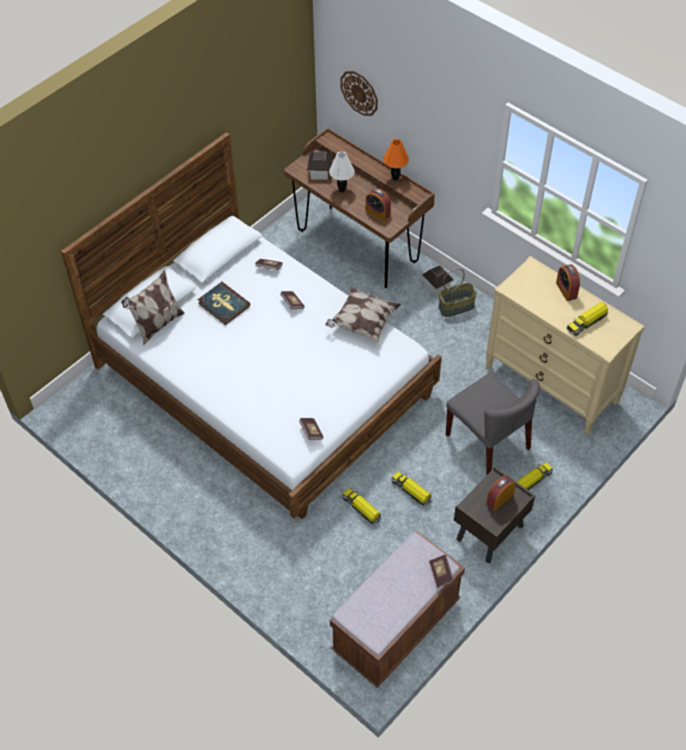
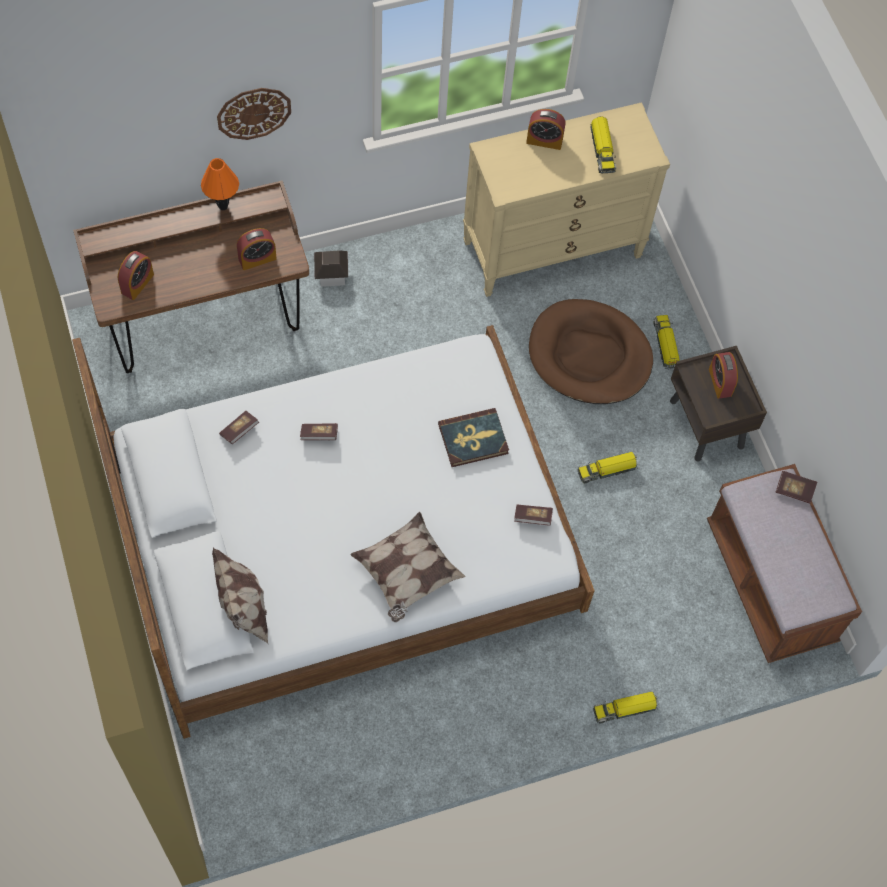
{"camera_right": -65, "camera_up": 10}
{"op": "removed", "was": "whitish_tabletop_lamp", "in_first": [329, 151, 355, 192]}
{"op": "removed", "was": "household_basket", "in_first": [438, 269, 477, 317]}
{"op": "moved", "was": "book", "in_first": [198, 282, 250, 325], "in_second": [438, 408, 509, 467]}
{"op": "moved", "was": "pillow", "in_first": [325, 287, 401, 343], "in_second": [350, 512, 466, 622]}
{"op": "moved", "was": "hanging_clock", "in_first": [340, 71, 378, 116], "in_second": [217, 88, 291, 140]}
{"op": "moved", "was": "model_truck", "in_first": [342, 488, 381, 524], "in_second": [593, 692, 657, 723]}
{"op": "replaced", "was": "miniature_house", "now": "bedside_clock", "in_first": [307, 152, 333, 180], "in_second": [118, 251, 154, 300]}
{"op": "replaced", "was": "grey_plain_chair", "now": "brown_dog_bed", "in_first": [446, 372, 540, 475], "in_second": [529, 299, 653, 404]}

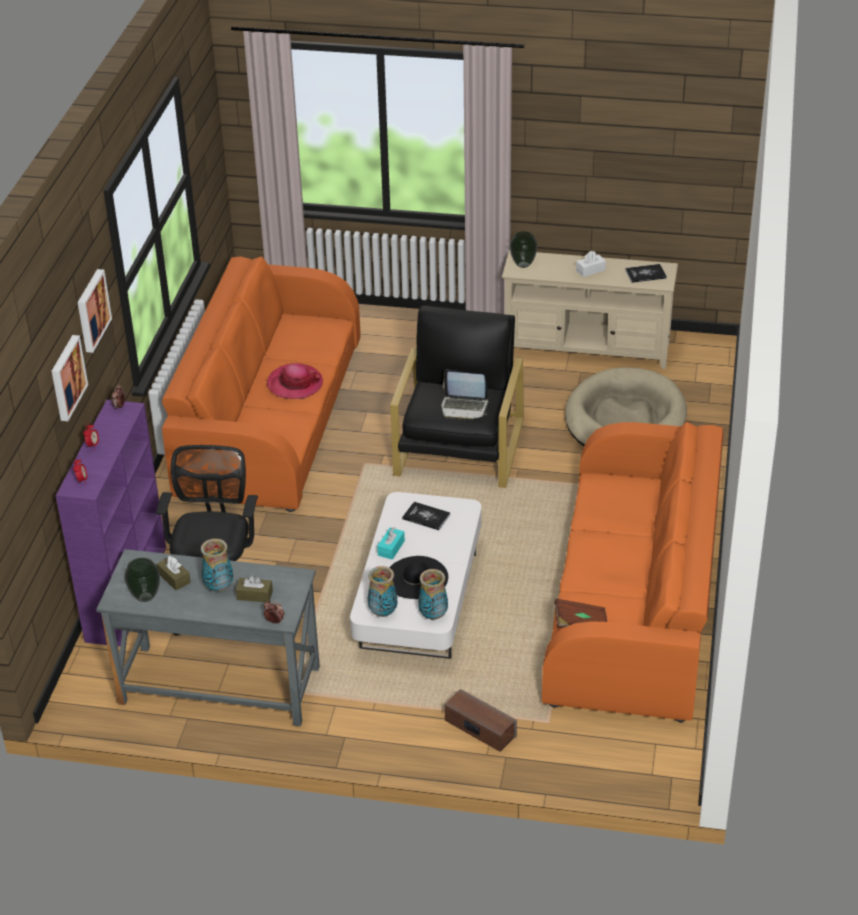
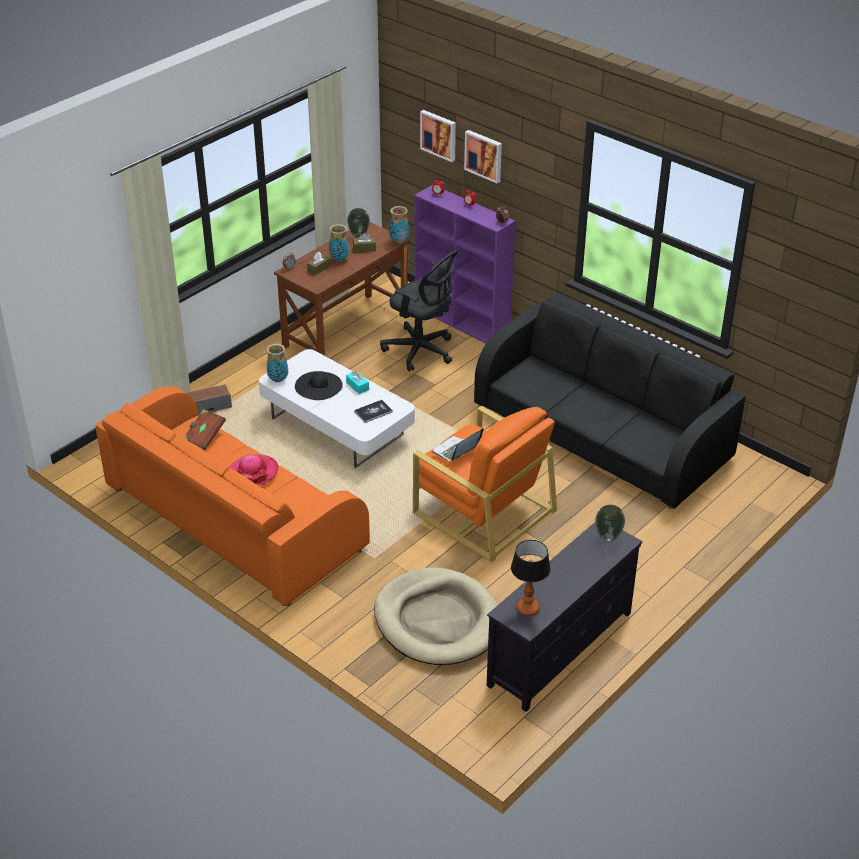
{"camera_right": 120, "camera_up": 0}
{"op": "removed", "was": "whitish_box_of_tissues", "in_first": [576, 251, 606, 277]}
{"op": "moved", "was": "wall_art", "in_first": [78, 269, 112, 353], "in_second": [420, 110, 456, 162]}
{"op": "moved", "was": "clothing_hat", "in_first": [267, 363, 323, 399], "in_second": [229, 454, 279, 485]}
{"op": "moved", "was": "flower_vase", "in_first": [368, 566, 397, 617], "in_second": [389, 206, 409, 243]}
{"op": "replaced", "was": "book", "now": "tabletop_lamp", "in_first": [625, 264, 667, 283], "in_second": [511, 540, 551, 616]}
{"op": "recoloured", "was": "grey_desk_table", "now": "brown_desk_table", "in_first": [96, 549, 320, 726], "in_second": [274, 222, 410, 356]}
{"op": "recoloured", "was": "orange_sofa", "now": "black_sofa", "in_first": [162, 256, 361, 512], "in_second": [474, 293, 746, 509]}
{"op": "recoloured", "was": "black_armchair", "now": "orange_armchair", "in_first": [390, 306, 524, 488], "in_second": [413, 406, 557, 562]}
{"op": "recoloured", "was": "sand-coloured_media_console", "now": "black_media_console", "in_first": [502, 250, 678, 369], "in_second": [487, 522, 642, 712]}

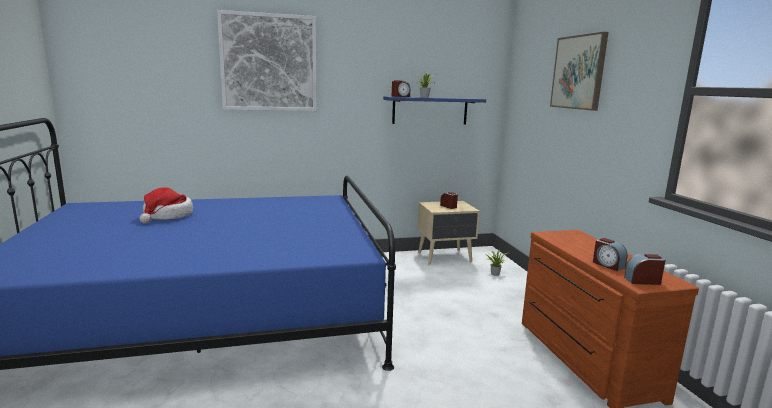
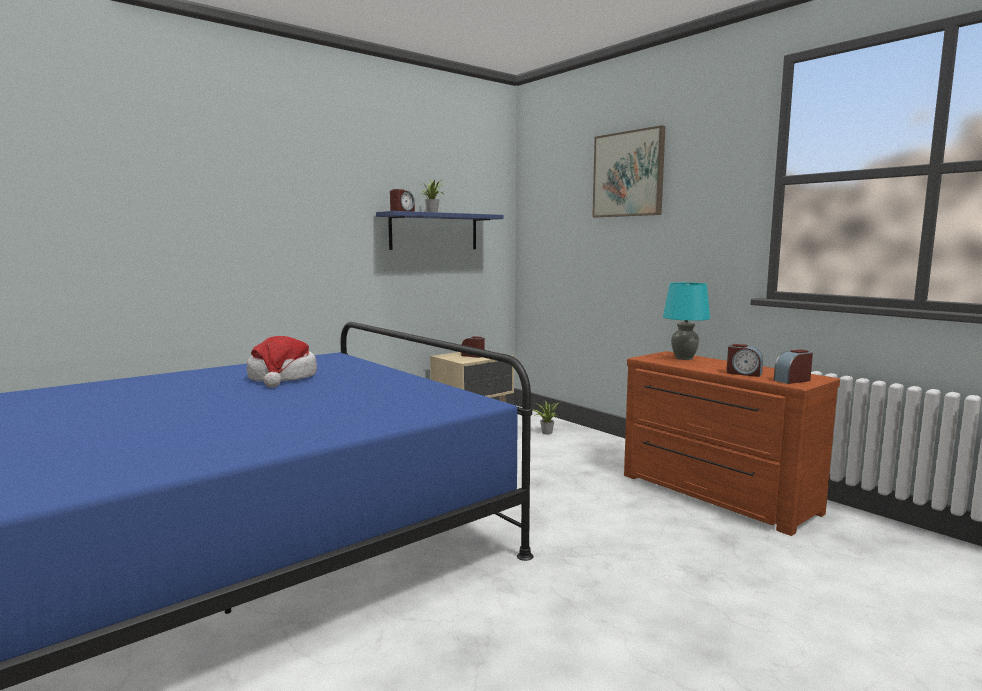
{"camera_right": -25, "camera_up": -5}
{"op": "removed", "was": "wall_art", "in_first": [217, 10, 317, 111]}
{"op": "added", "now": "turquoise_tabletop_lamp", "in_second": [663, 282, 710, 360]}
{"op": "moved", "was": "clothing_hat", "in_first": [139, 187, 193, 224], "in_second": [247, 336, 317, 388]}

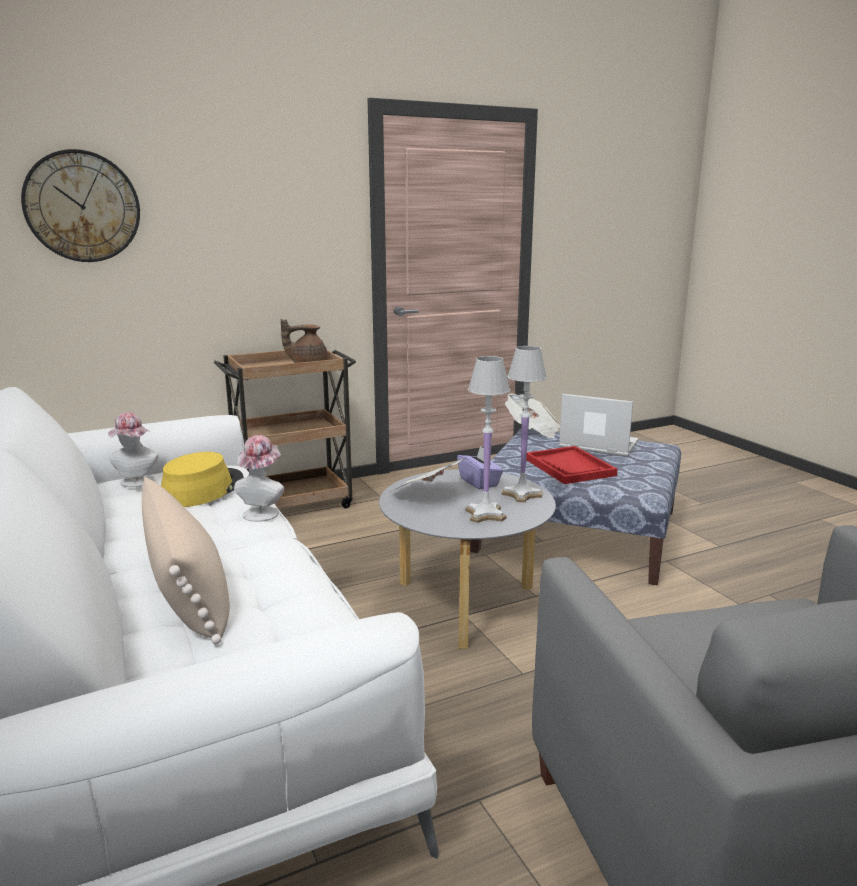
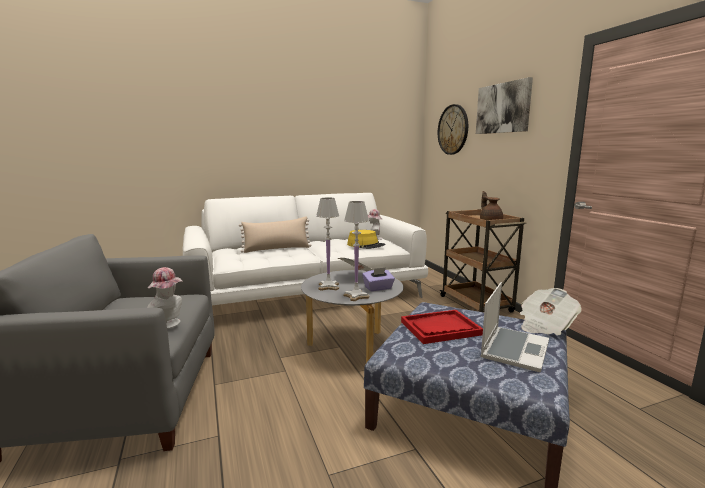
{"camera_right": 95, "camera_up": -5}
{"op": "added", "now": "wall_art", "in_second": [476, 77, 533, 134]}
{"op": "moved", "was": "clothing_hat", "in_first": [234, 435, 284, 522], "in_second": [147, 267, 183, 329]}

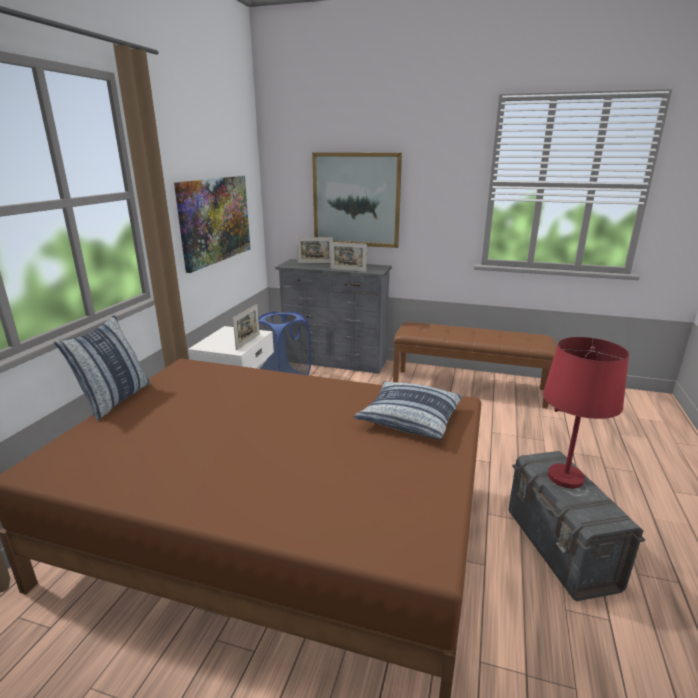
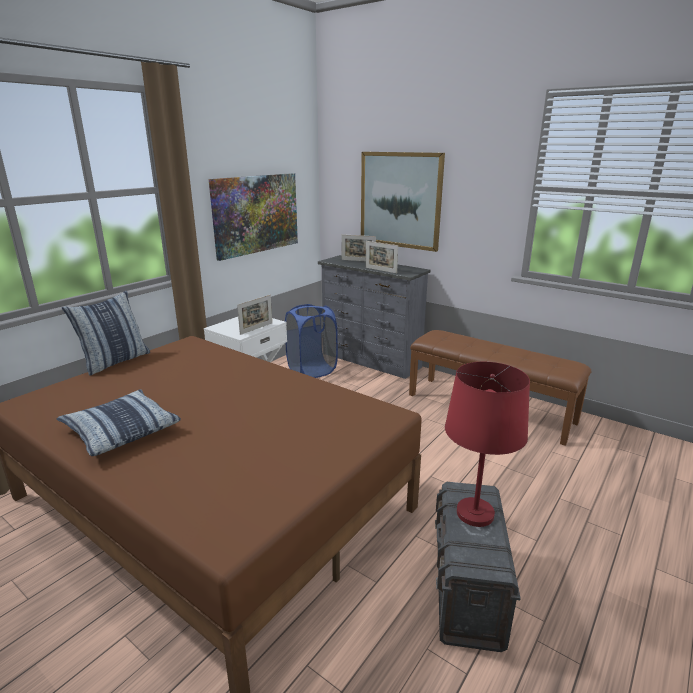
{"camera_right": 20, "camera_up": 0}
{"op": "moved", "was": "pillow", "in_first": [353, 381, 462, 439], "in_second": [57, 389, 181, 456]}

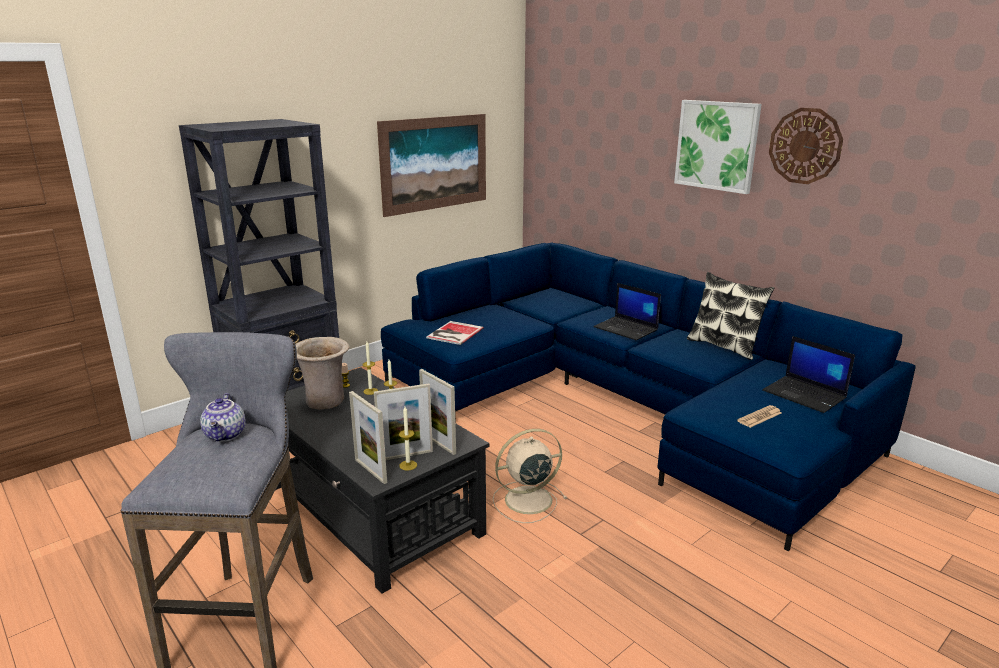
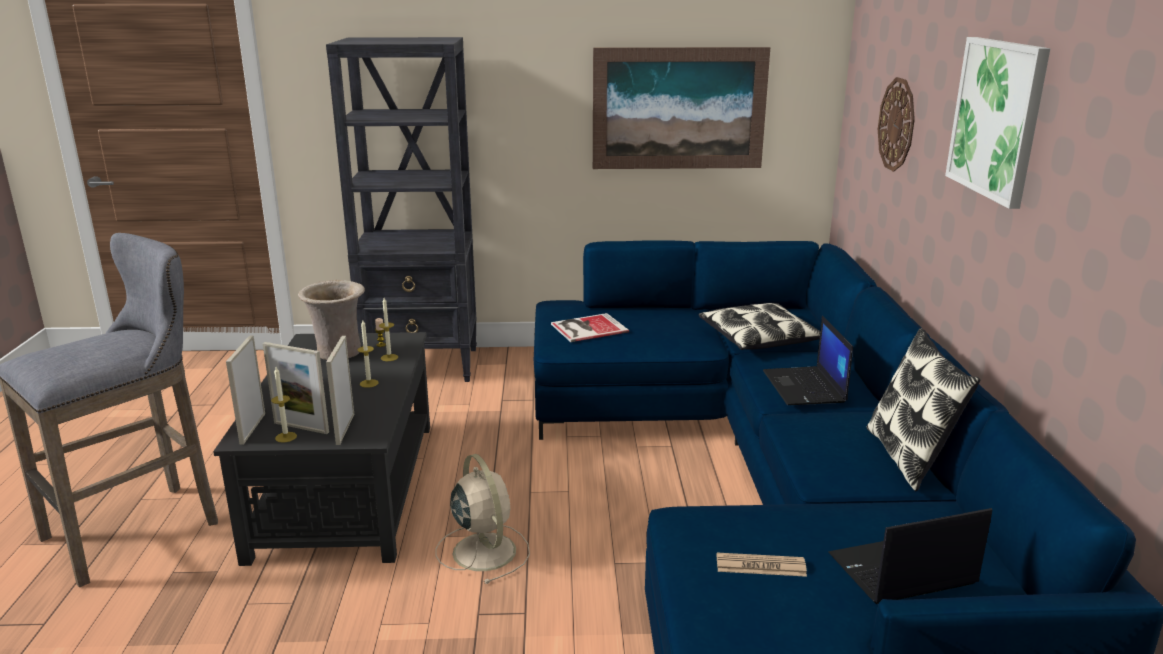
{"camera_right": 40, "camera_up": 0}
{"op": "removed", "was": "pot_for_tea", "in_first": [200, 393, 245, 442]}
{"op": "added", "now": "pillow", "in_second": [698, 303, 820, 350]}
{"op": "moved", "was": "hanging_clock", "in_first": [769, 108, 843, 184], "in_second": [878, 77, 915, 172]}
{"op": "turned", "was": "sand-coloured_electric_fan", "in_first": [493, 429, 568, 523], "in_second": [436, 454, 530, 584], "clockwise": 45}
{"op": "turned", "was": "notebook_computer", "in_first": [762, 336, 855, 413], "in_second": [828, 508, 992, 604], "clockwise": 75}

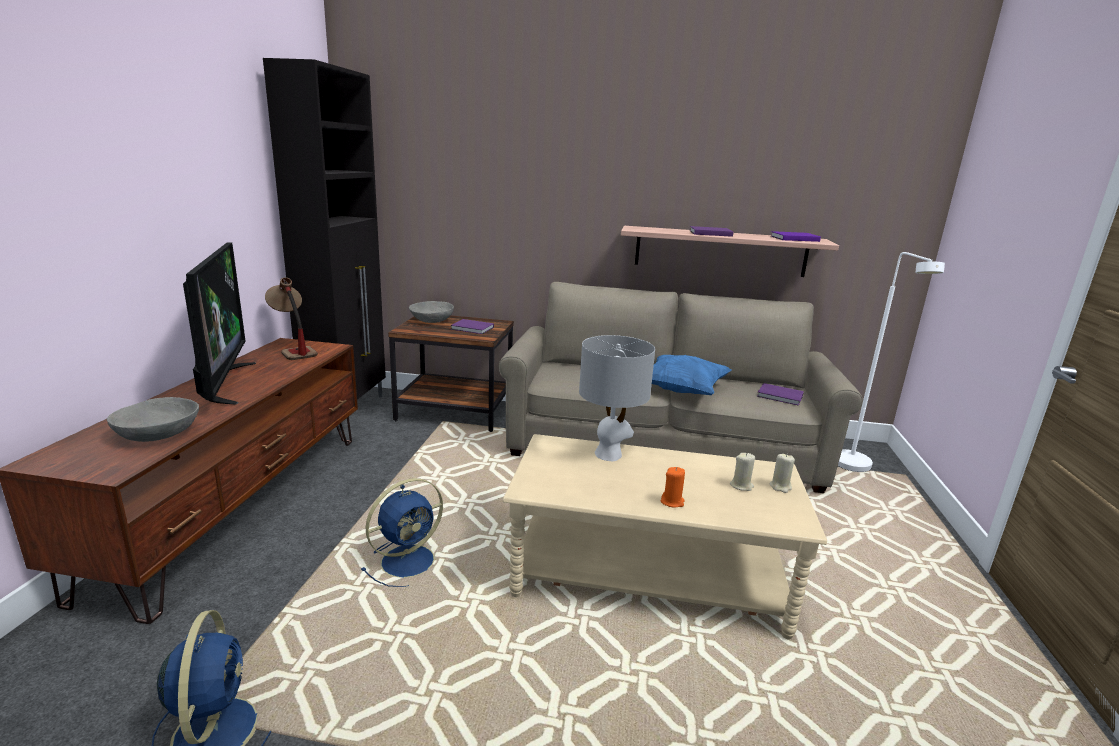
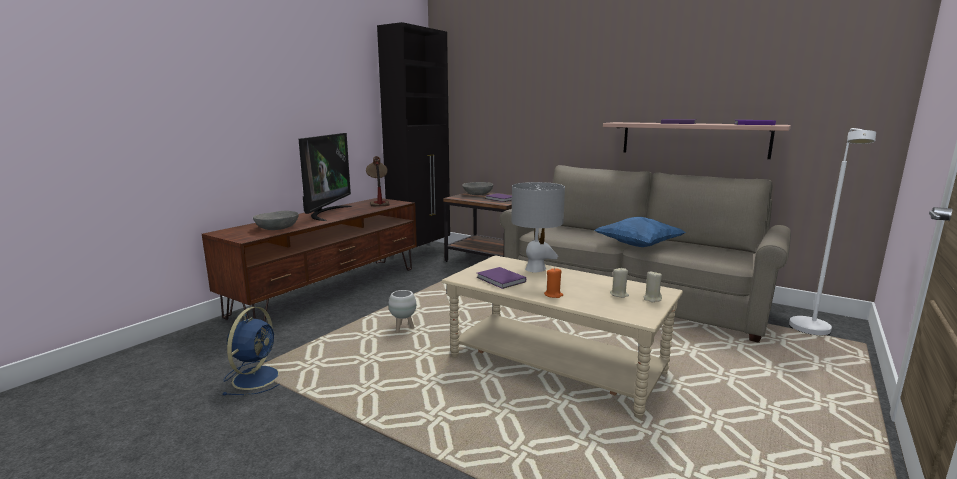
{"camera_right": 25, "camera_up": -5}
{"op": "moved", "was": "purple_book", "in_first": [757, 383, 804, 406], "in_second": [477, 267, 526, 289]}
{"op": "replaced", "was": "blue-coloured_electric_fan", "now": "whitish_flower_pot", "in_first": [361, 478, 443, 587], "in_second": [388, 290, 416, 332]}

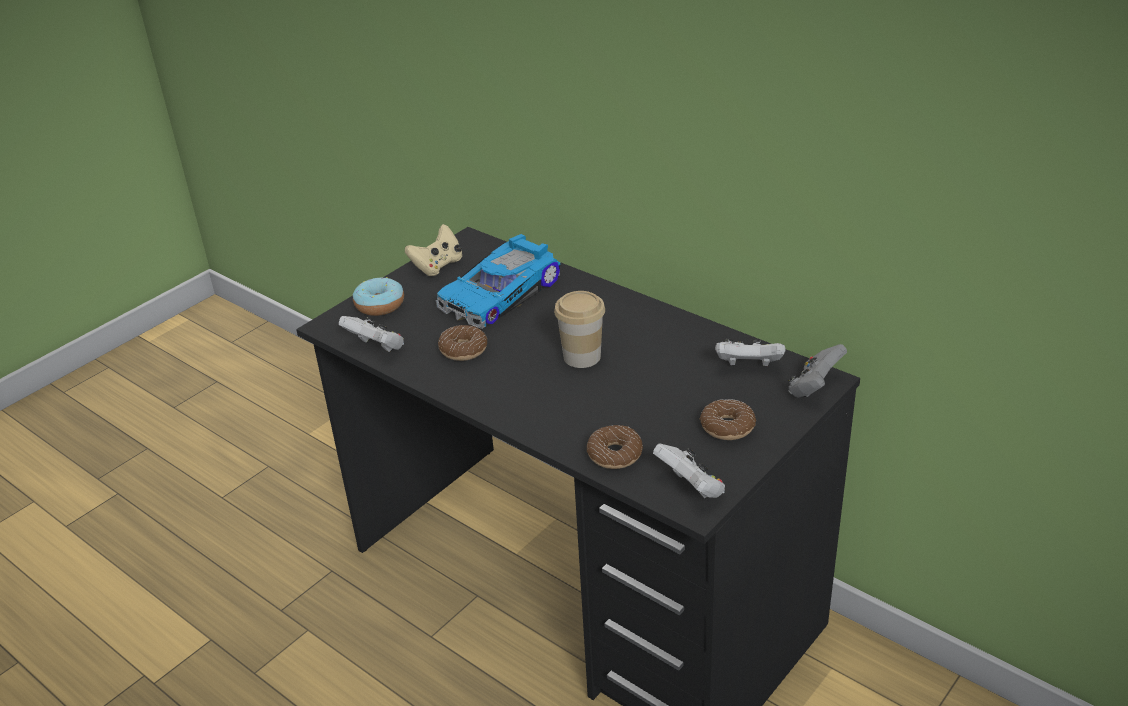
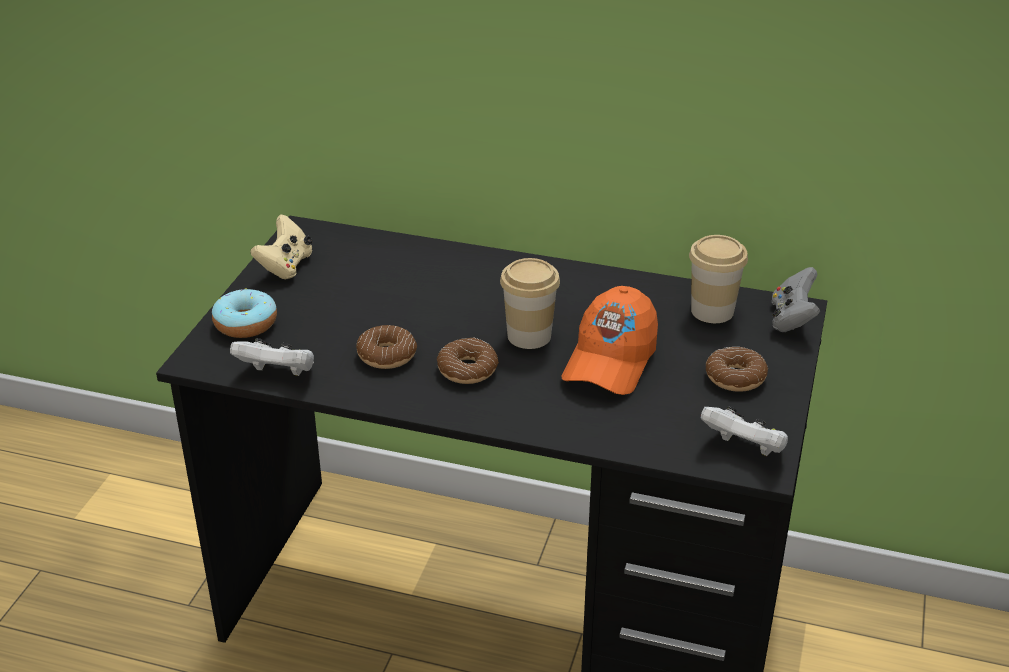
{"camera_right": -25, "camera_up": 0}
{"op": "removed", "was": "model_car", "in_first": [436, 234, 561, 329]}
{"op": "added", "now": "orange_baseball_cap", "in_second": [562, 286, 658, 395]}
{"op": "moved", "was": "donut", "in_first": [587, 425, 643, 469], "in_second": [437, 338, 499, 384]}
{"op": "replaced", "was": "whitish_game_controller", "now": "drinking_cup", "in_first": [715, 339, 786, 366], "in_second": [689, 235, 748, 323]}

